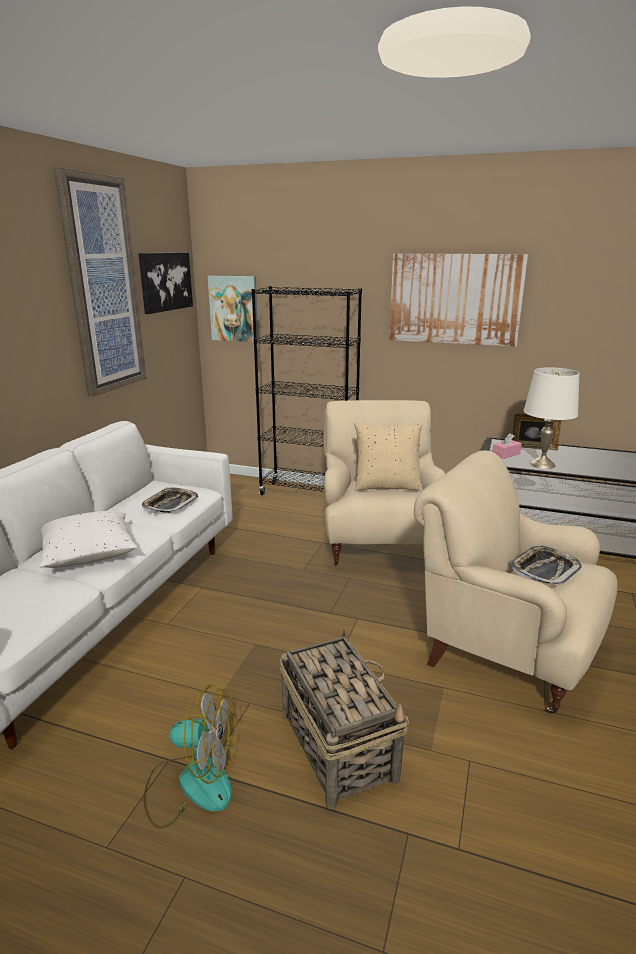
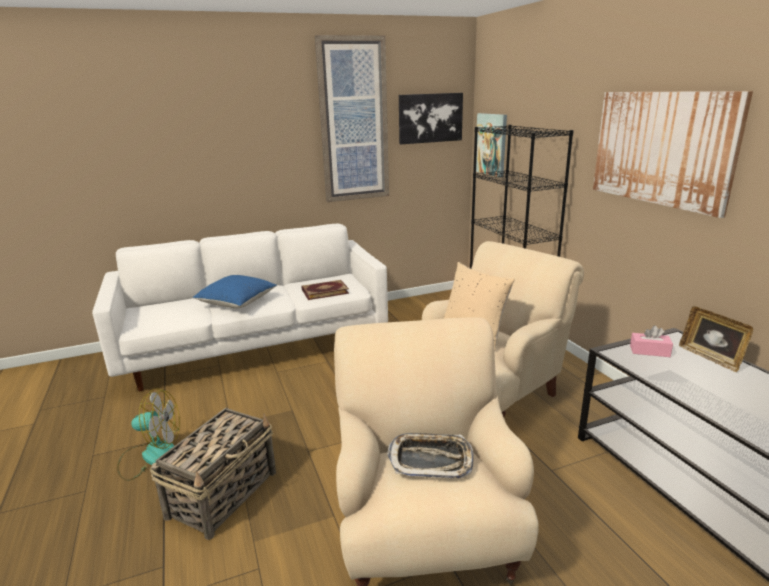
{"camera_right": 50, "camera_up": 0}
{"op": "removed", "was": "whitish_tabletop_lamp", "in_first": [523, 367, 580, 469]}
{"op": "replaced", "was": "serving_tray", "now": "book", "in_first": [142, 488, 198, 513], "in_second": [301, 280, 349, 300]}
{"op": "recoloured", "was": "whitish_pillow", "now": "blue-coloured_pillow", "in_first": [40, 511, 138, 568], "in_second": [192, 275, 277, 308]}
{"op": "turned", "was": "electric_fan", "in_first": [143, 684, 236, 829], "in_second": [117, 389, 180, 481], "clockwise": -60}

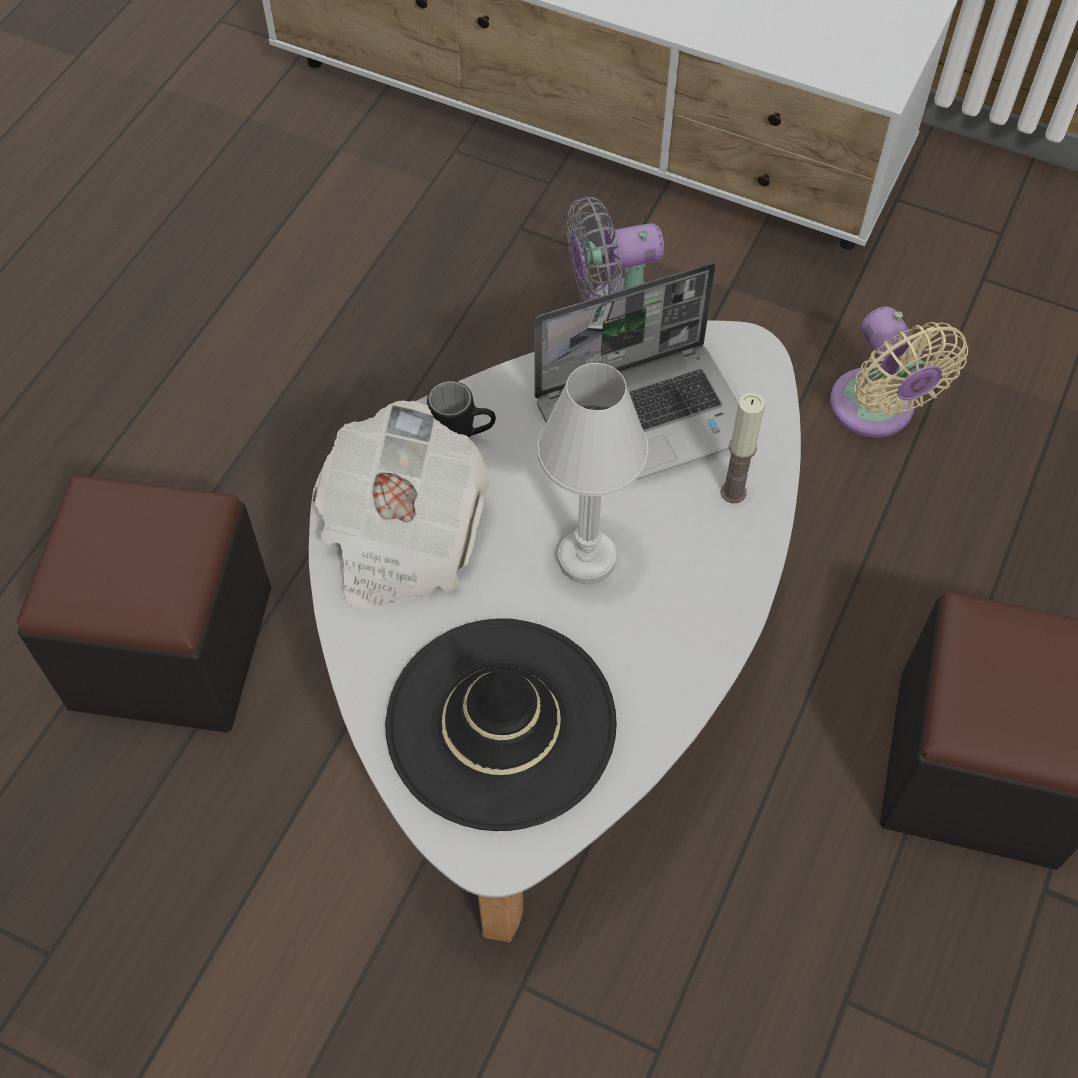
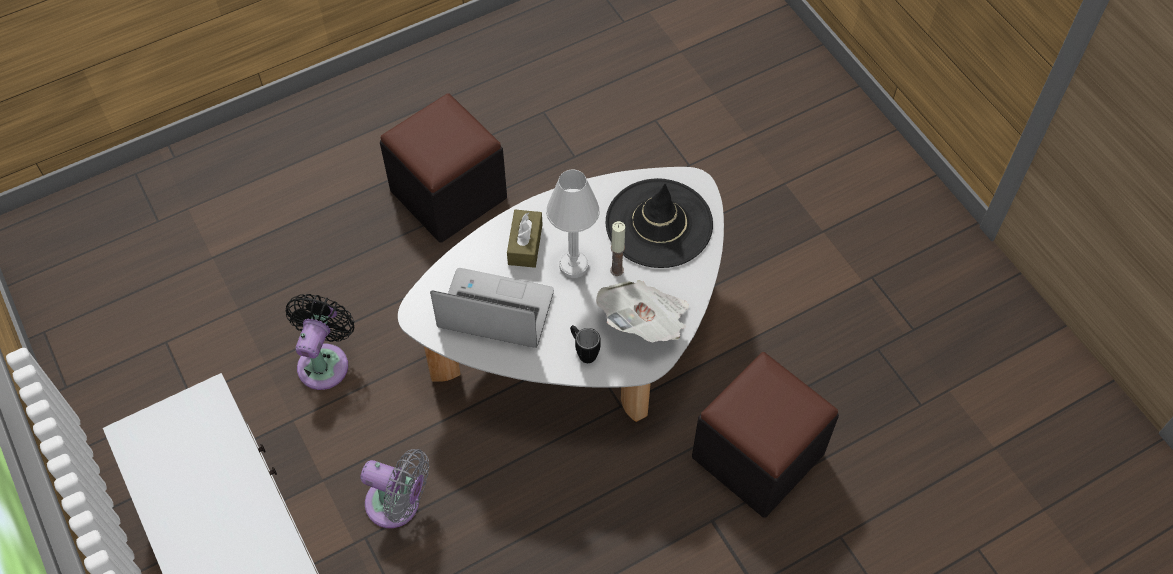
{"camera_right": -145, "camera_up": 0}
{"op": "added", "now": "brown_box_of_tissues", "in_second": [507, 210, 542, 268]}
{"op": "moved", "was": "wax_candle", "in_first": [720, 393, 765, 503], "in_second": [610, 221, 625, 276]}
{"op": "recoloured", "was": "sand-coloured_electric_fan", "now": "black_electric_fan", "in_first": [830, 306, 968, 438], "in_second": [286, 294, 354, 390]}

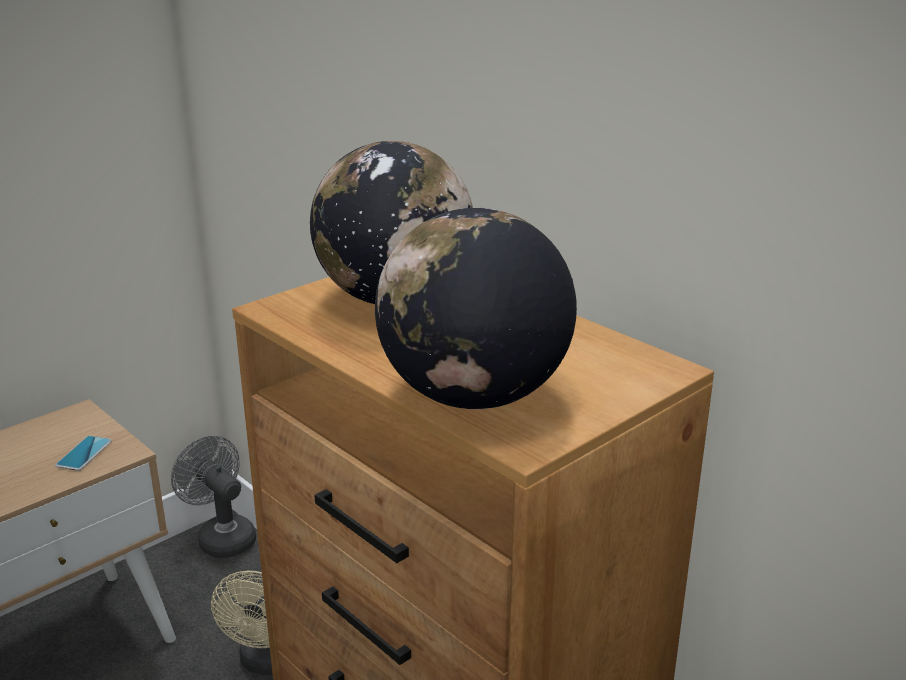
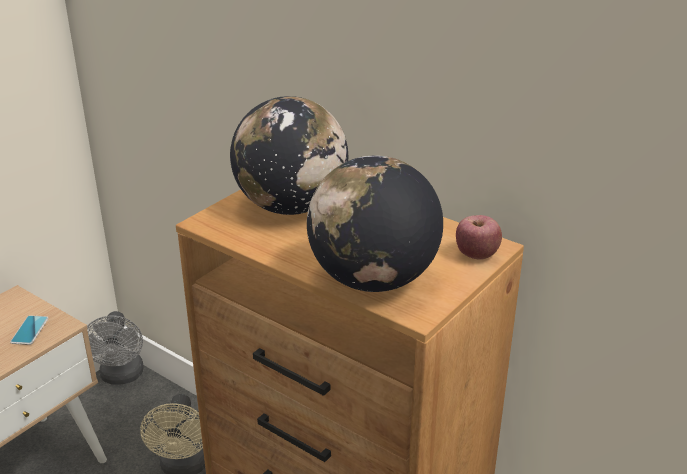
{"camera_right": -10, "camera_up": 5}
{"op": "added", "now": "apple", "in_second": [456, 215, 502, 260]}
{"op": "turned", "was": "grey_electric_fan", "in_first": [171, 435, 256, 558], "in_second": [87, 311, 144, 385], "clockwise": -135}

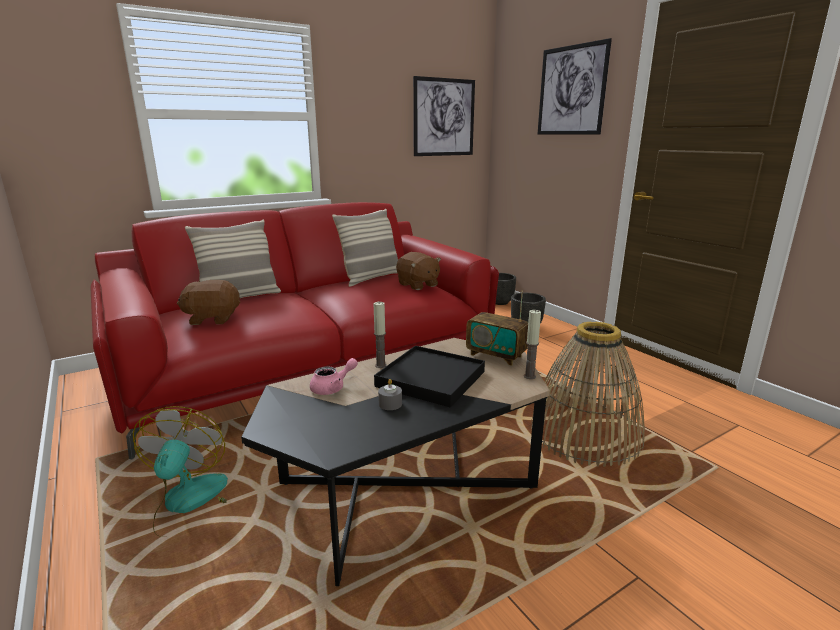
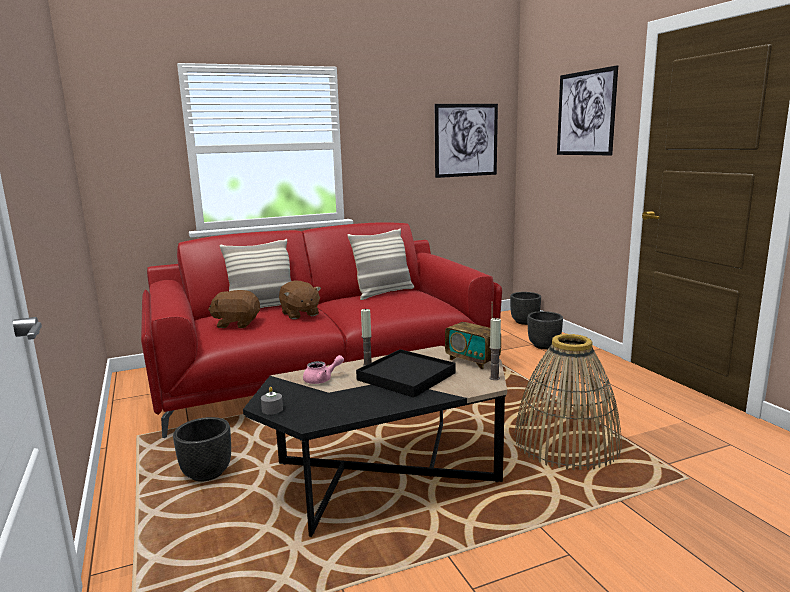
{"camera_right": 10, "camera_up": -5}
{"op": "moved", "was": "grey_wax_candle", "in_first": [378, 379, 402, 410], "in_second": [261, 387, 283, 414]}
{"op": "moved", "was": "brown_soft_toy", "in_first": [396, 252, 441, 290], "in_second": [279, 280, 321, 319]}
{"op": "replaced", "was": "electric_fan", "now": "black_flower_pot", "in_first": [133, 406, 228, 537], "in_second": [173, 417, 231, 482]}

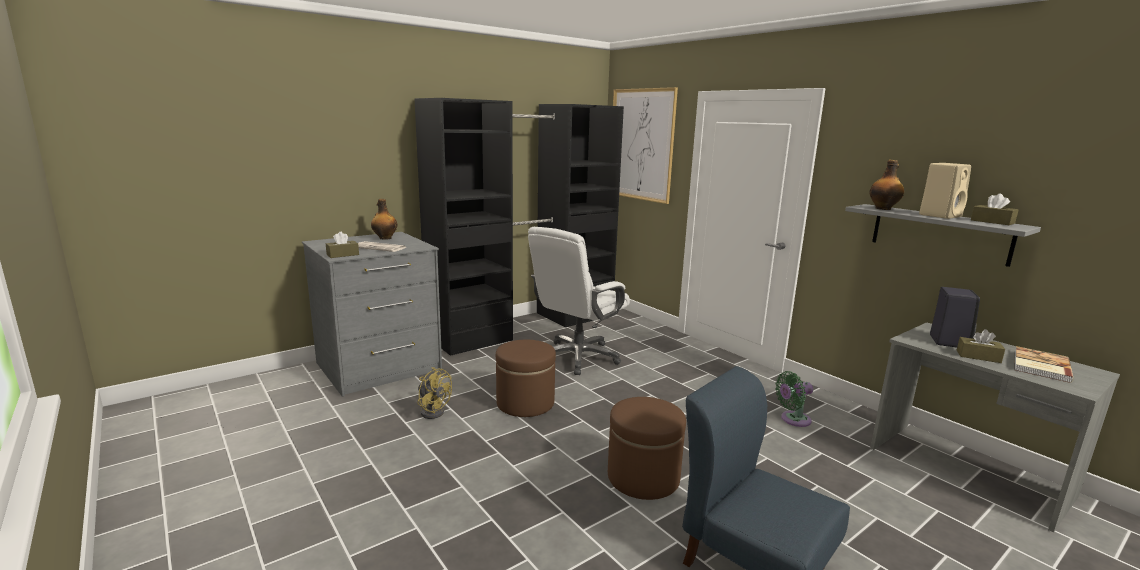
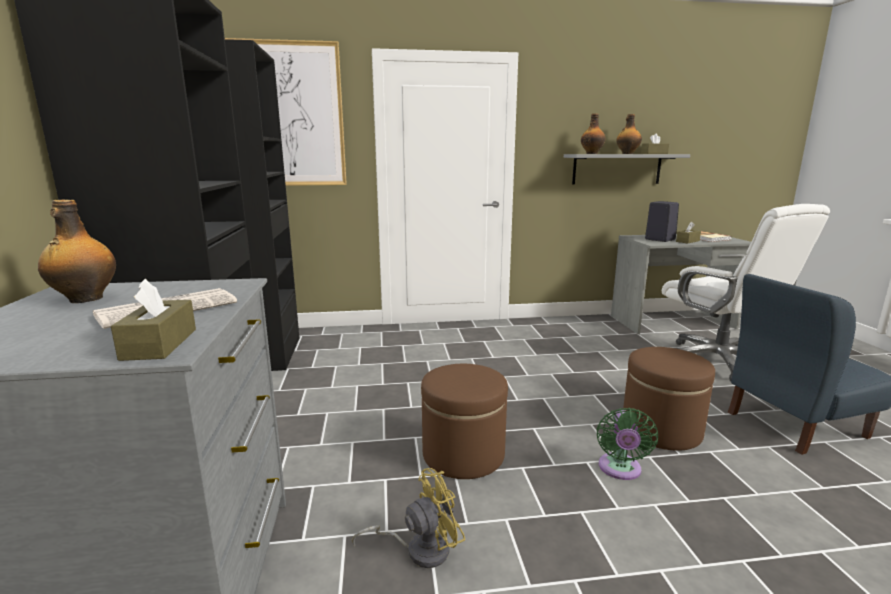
{"camera_right": -60, "camera_up": 0}
{"op": "moved", "was": "whitish_office_chair", "in_first": [528, 227, 630, 375], "in_second": [662, 204, 830, 381]}
{"op": "moved", "was": "green_electric_fan", "in_first": [775, 371, 813, 427], "in_second": [597, 408, 658, 480]}
{"op": "replaced", "was": "sand-coloured_audio_speaker", "now": "bottle", "in_first": [919, 163, 971, 219], "in_second": [616, 114, 642, 154]}

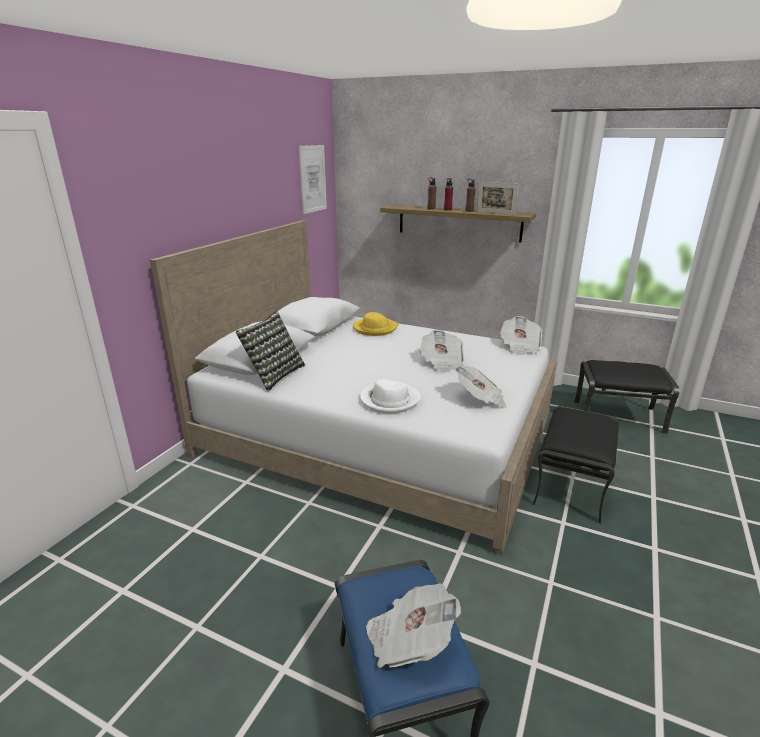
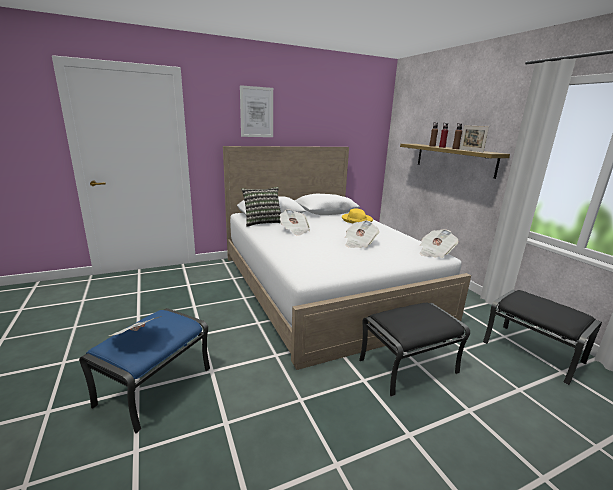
{"camera_right": 40, "camera_up": -5}
{"op": "removed", "was": "whitish_clothing_hat", "in_first": [360, 379, 420, 414]}
{"op": "moved", "was": "wall_art", "in_first": [299, 145, 327, 214], "in_second": [240, 85, 273, 137]}
{"op": "moved", "was": "printed_paper", "in_first": [454, 366, 507, 408], "in_second": [280, 209, 310, 236]}

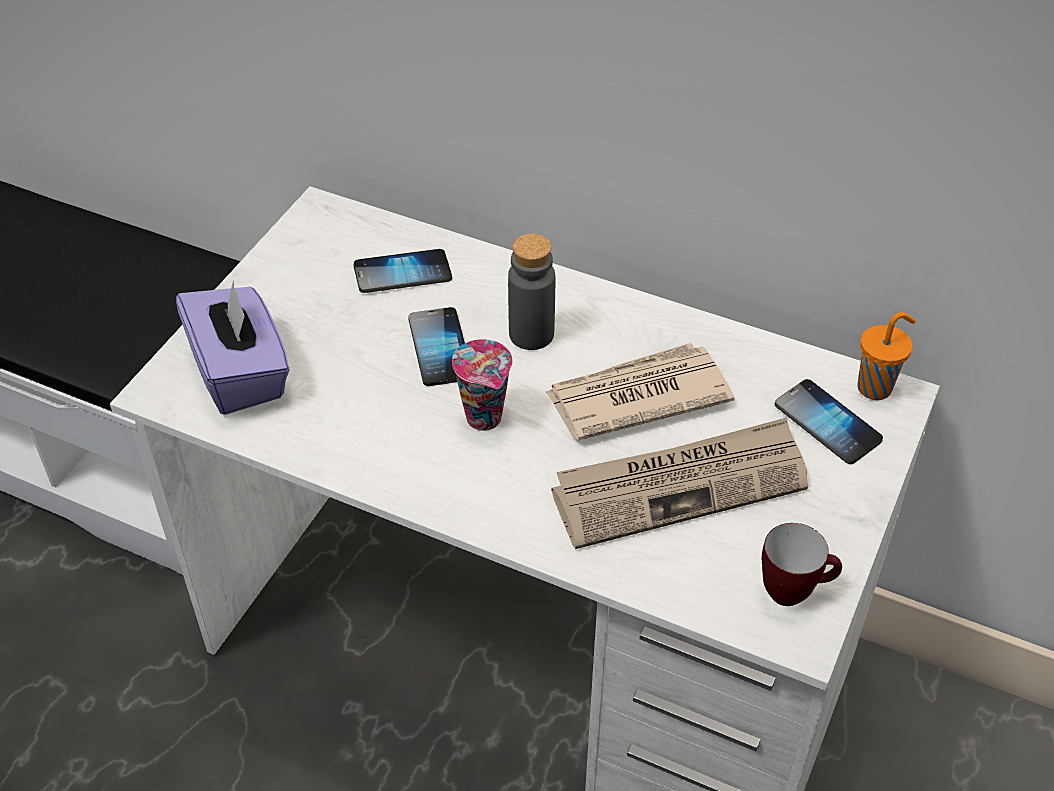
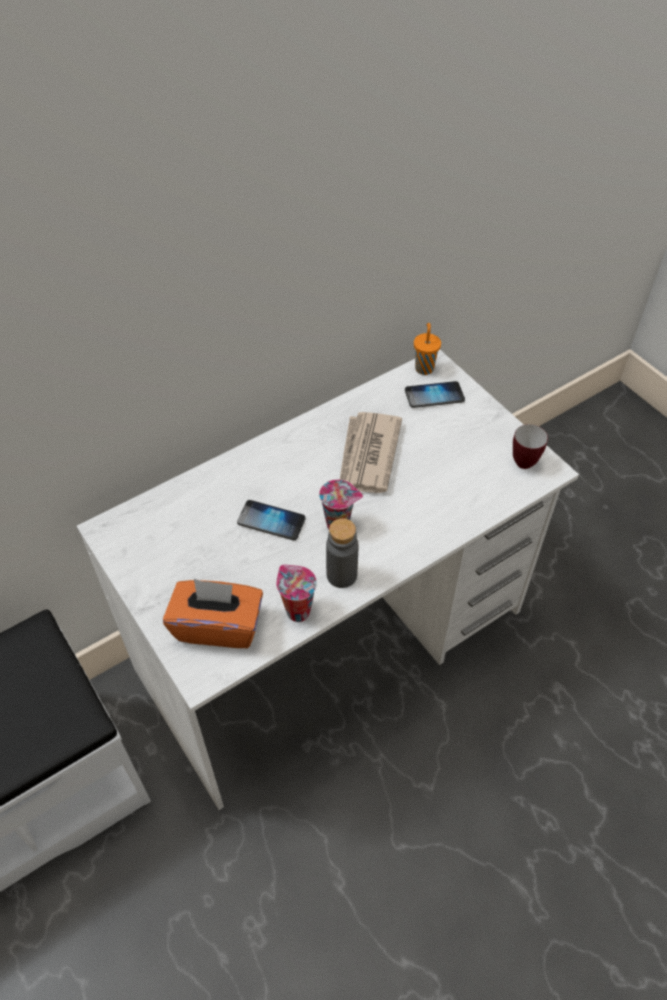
{"camera_right": -60, "camera_up": 5}
{"op": "removed", "was": "telephone", "in_first": [354, 249, 452, 293]}
{"op": "removed", "was": "printed_paper", "in_first": [551, 418, 808, 549]}
{"op": "added", "now": "drinking_cup", "in_second": [276, 564, 317, 622]}
{"op": "moved", "was": "grey_bottle", "in_first": [508, 234, 555, 350], "in_second": [326, 518, 358, 588]}
{"op": "recoloured", "was": "purple_box_of_tissues", "now": "orange_box_of_tissues", "in_first": [176, 279, 290, 415], "in_second": [163, 579, 263, 648]}

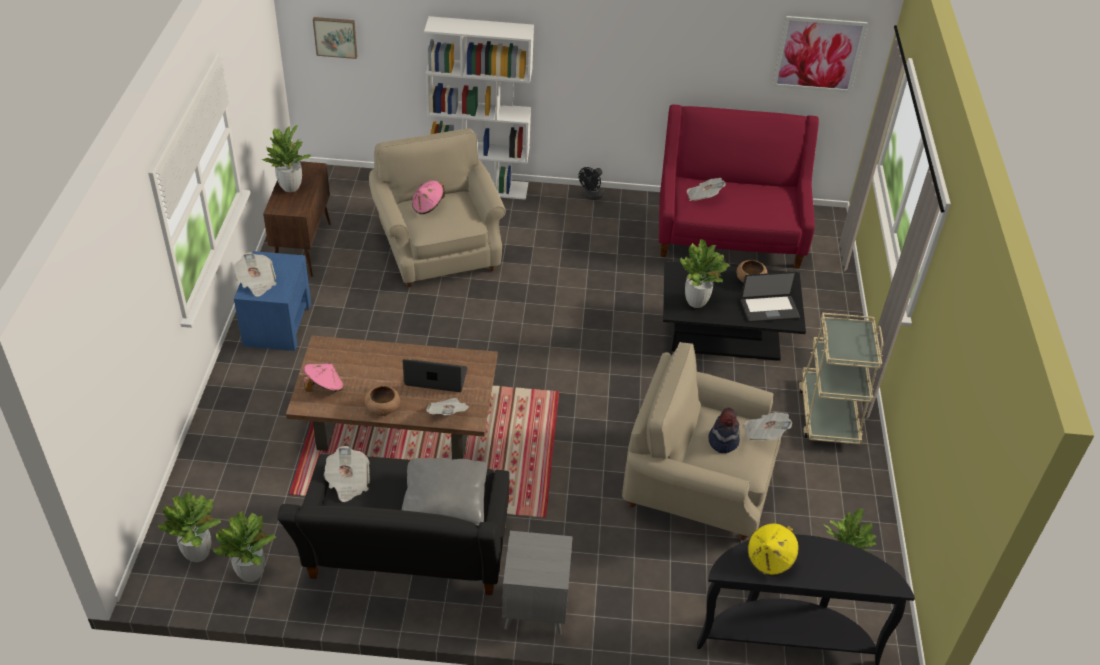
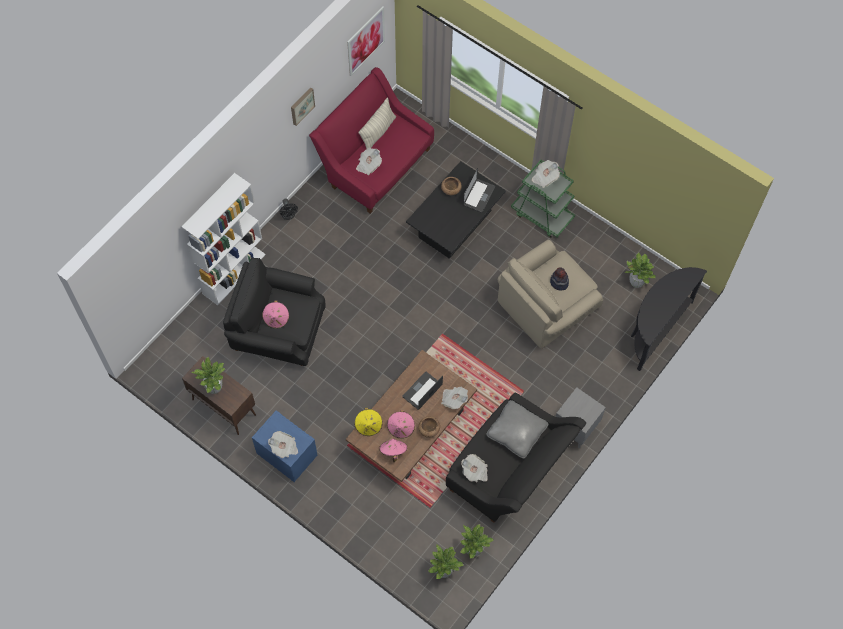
{"camera_right": -55, "camera_up": 20}
{"op": "removed", "was": "plant_in_a_pot", "in_first": [680, 239, 730, 308]}
{"op": "added", "now": "pillow", "in_second": [358, 98, 396, 150]}
{"op": "added", "now": "pink_clothing_hat", "in_second": [387, 410, 415, 439]}
{"op": "moved", "was": "wall_art", "in_first": [313, 17, 357, 59], "in_second": [291, 87, 315, 126]}
{"op": "moved", "was": "printed_paper", "in_first": [744, 412, 792, 441], "in_second": [532, 160, 560, 188]}
{"op": "moved", "was": "yellow_clothing_hat", "in_first": [747, 523, 799, 576], "in_second": [354, 408, 383, 436]}
{"op": "recoloured", "was": "sand-coloured_armchair", "now": "black_armchair", "in_first": [369, 128, 506, 287], "in_second": [223, 257, 326, 366]}
{"op": "recoloured", "was": "sand-coloured_cart", "now": "green_cart", "in_first": [799, 313, 883, 445], "in_second": [511, 160, 575, 238]}

